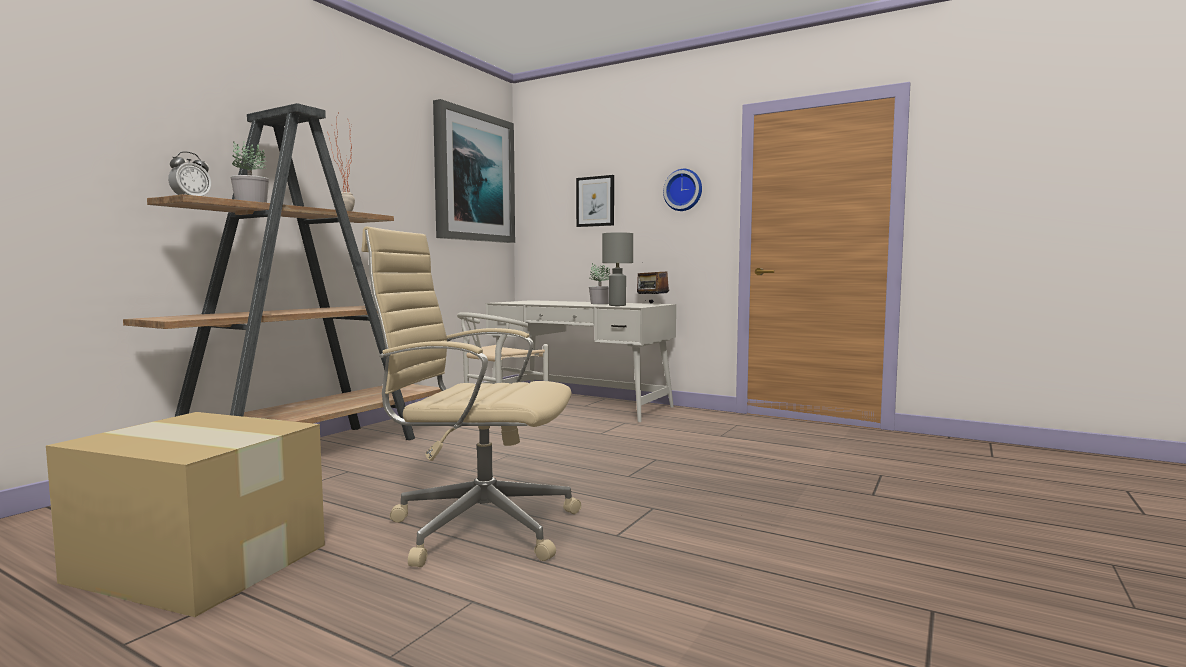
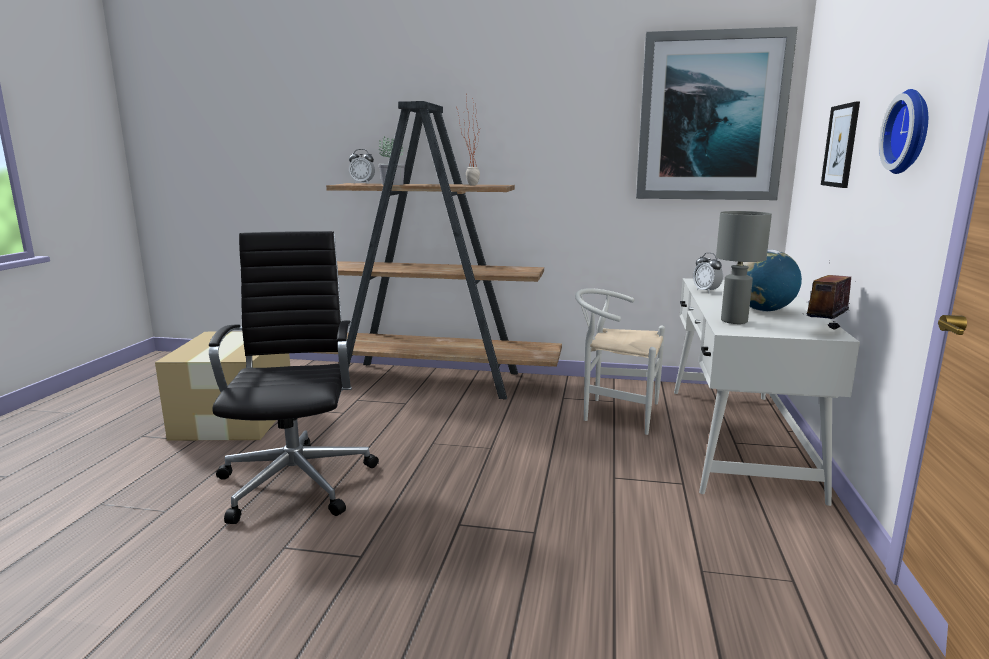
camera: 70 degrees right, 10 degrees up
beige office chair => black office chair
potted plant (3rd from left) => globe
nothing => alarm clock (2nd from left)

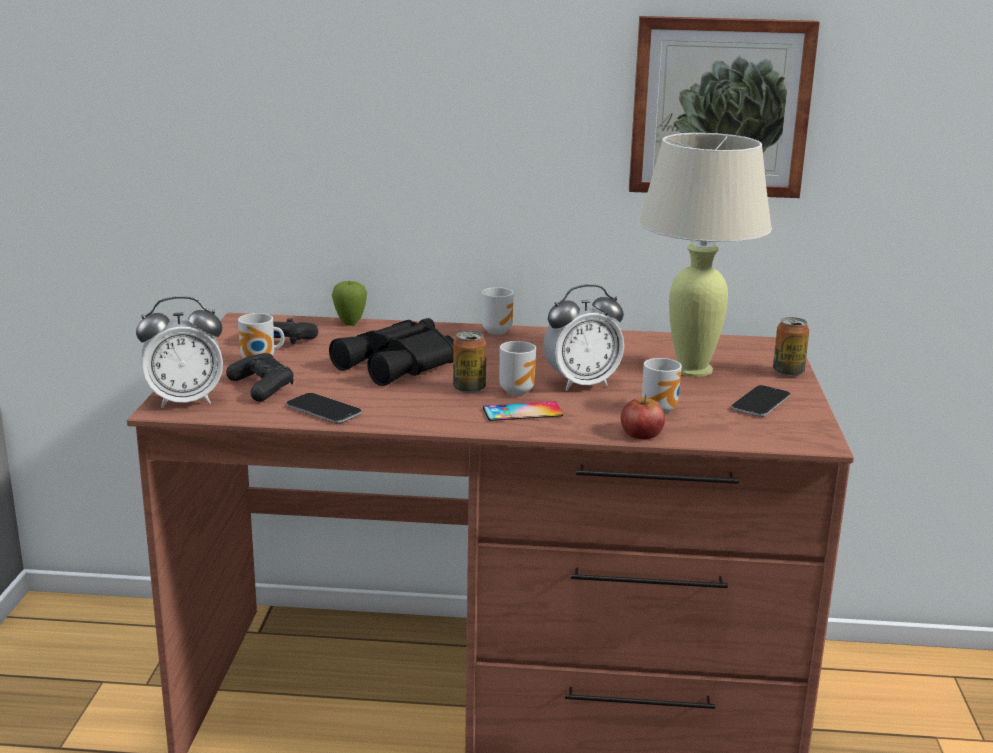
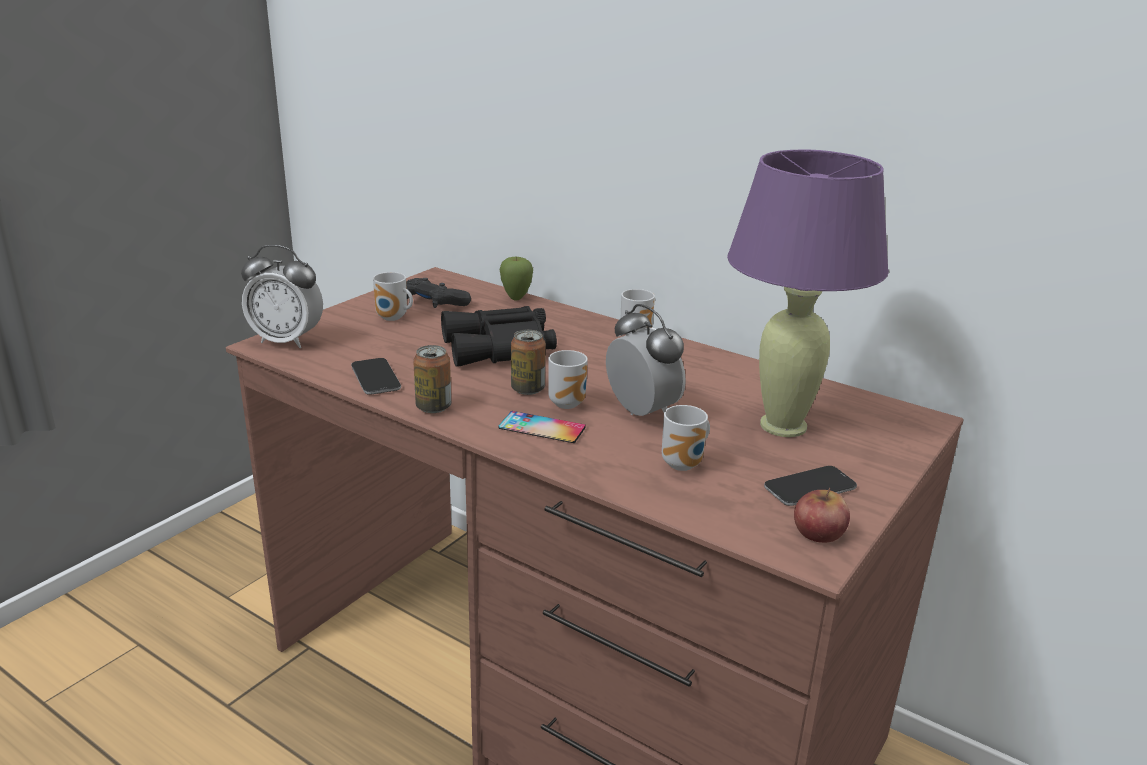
camera: 30 degrees right, 5 degrees up
black game controller (1st from left) => nothing
alarm clock (2nd from left), 135 degrees counterclockwise
apple (2nd from left), moved
picture => nothing
beige table lamp => purple table lamp
can (2nd from left in the first image) => can (1st from left), moved

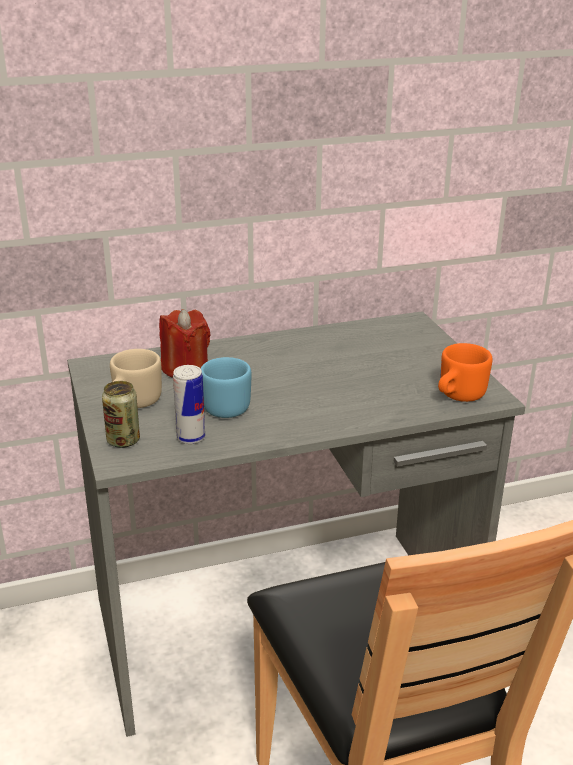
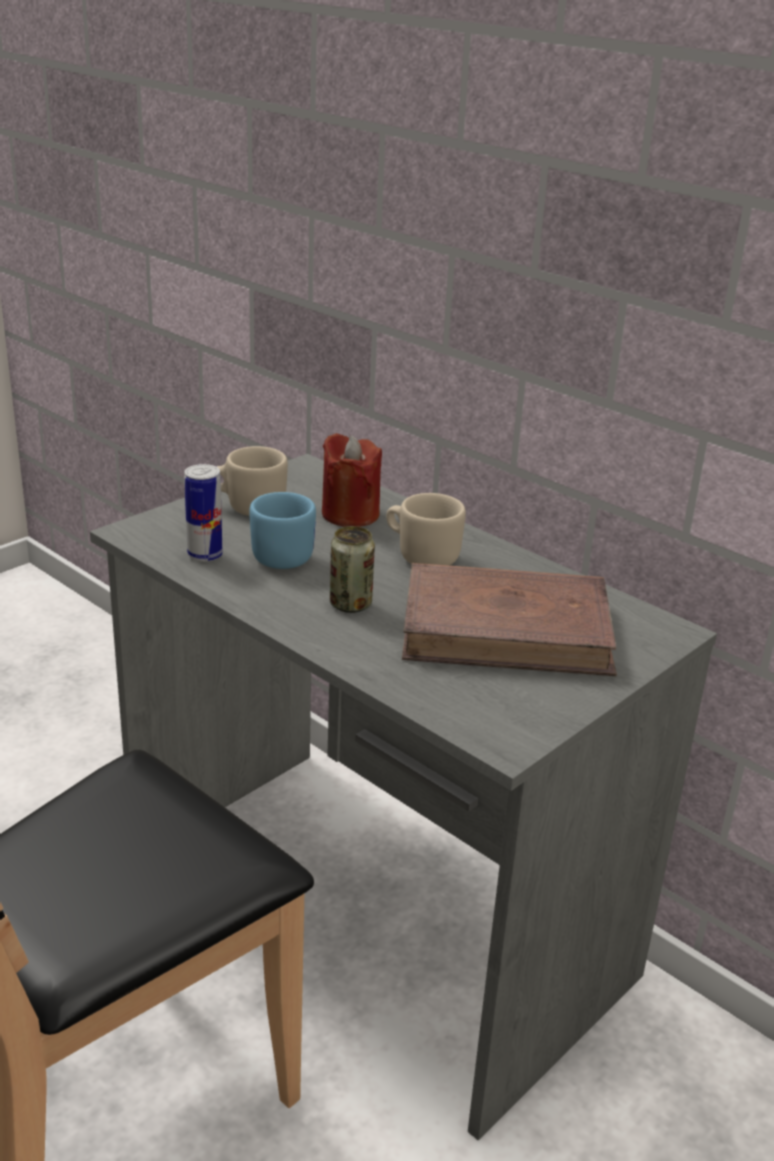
camera: 60 degrees right, 0 degrees up
can (1st from left in the first image) => can (2nd from left), moved
orange mug => nothing
nothing => beige mug (2nd from left)
nothing => brown book

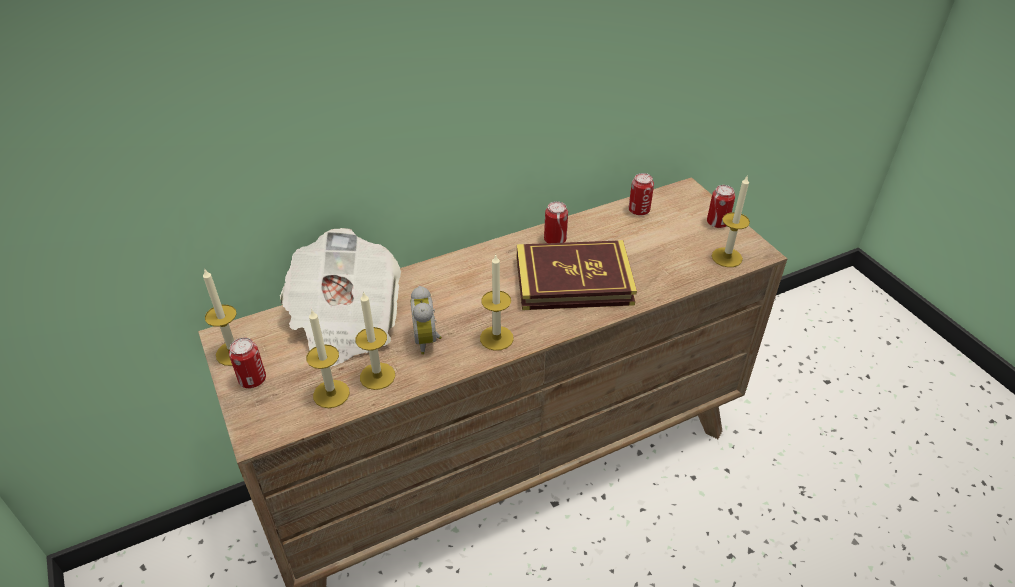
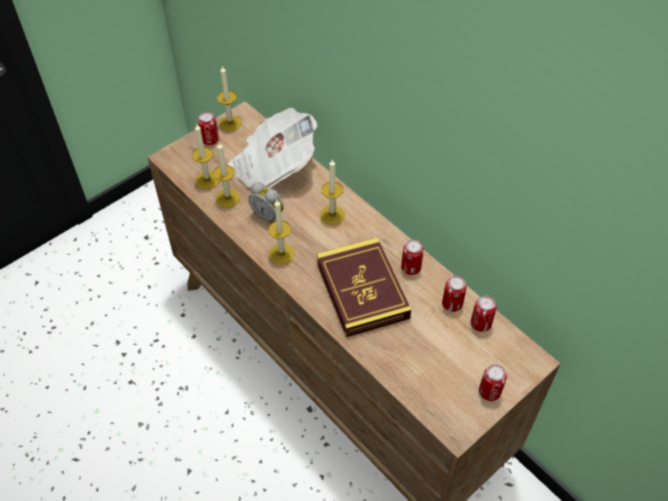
camera: 75 degrees right, 10 degrees up
alarm clock, 120 degrees counterclockwise
candle (5th from left), moved
nothing => can (3rd from left)

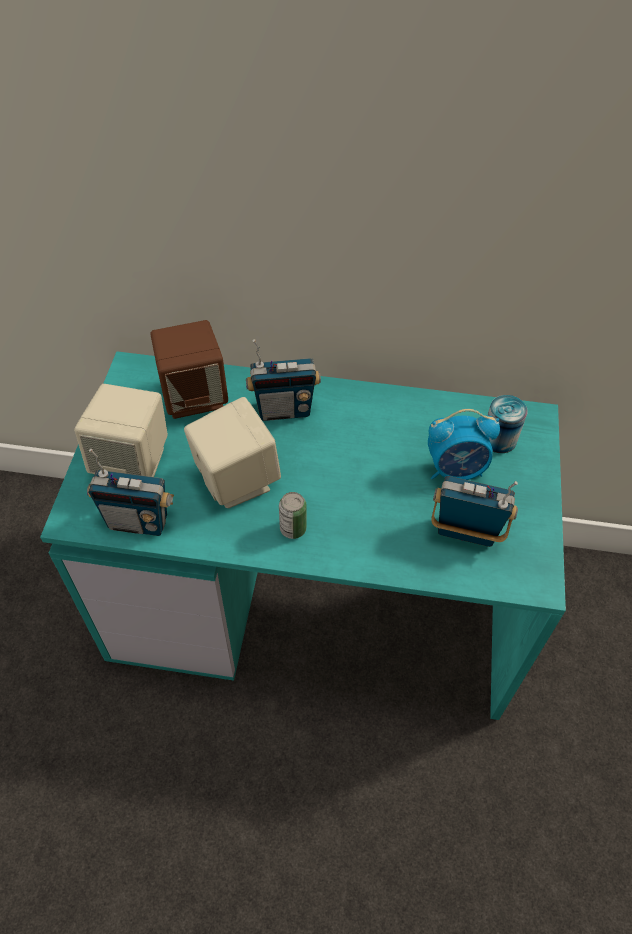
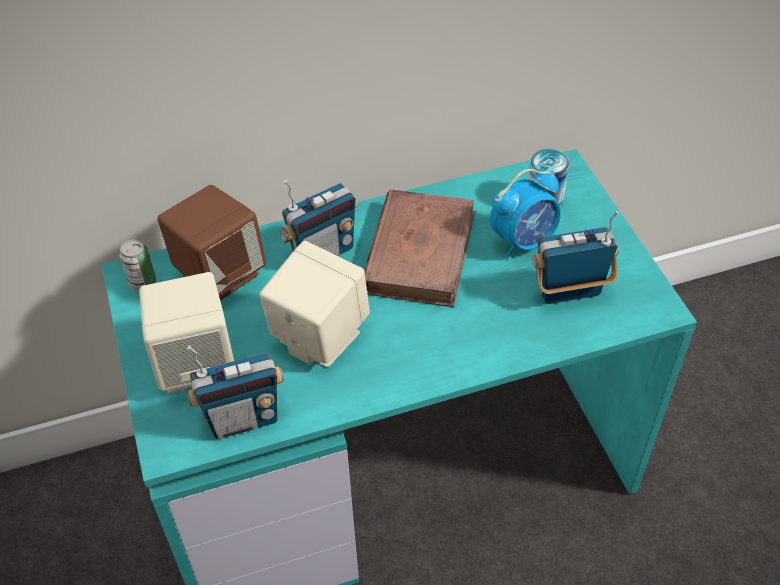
camera: 25 degrees left, 5 degrees down
can (1st from left), moved
nothing => brown book

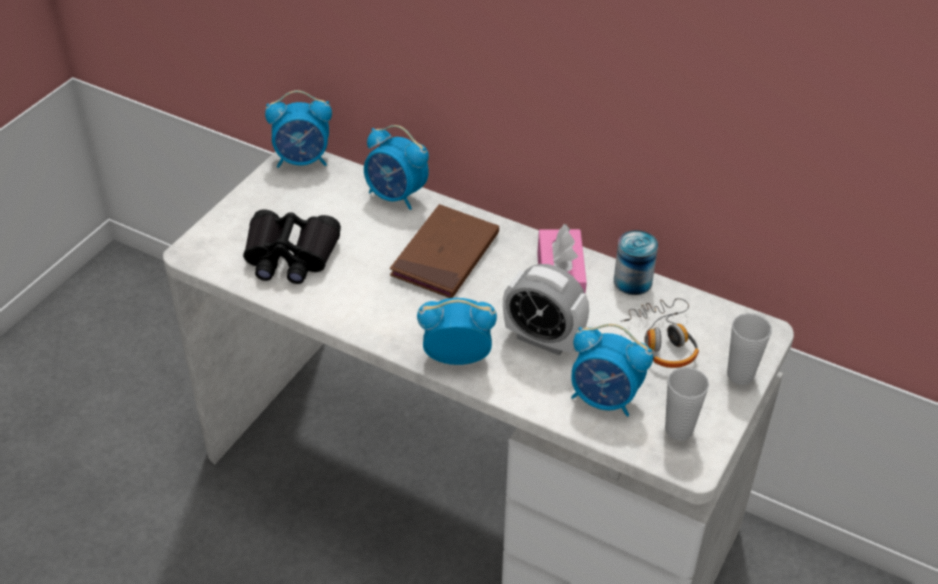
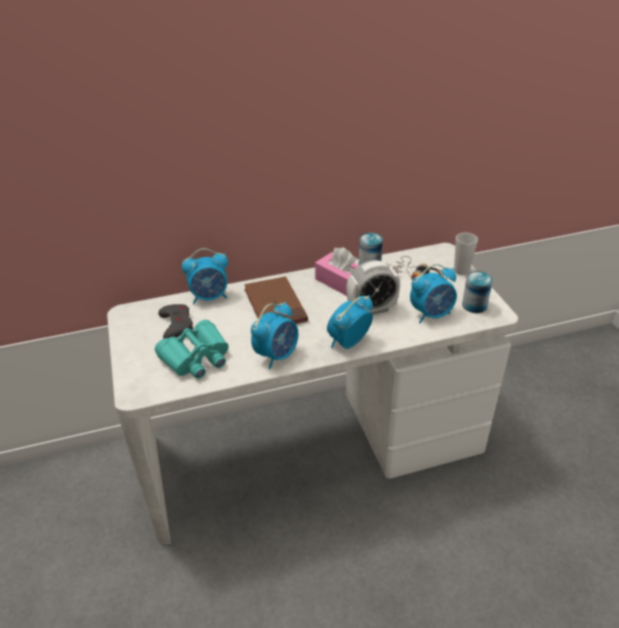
camera: 45 degrees left, 5 degrees down
black binoculars => turquoise binoculars
alarm clock (1st from left in the first image) => alarm clock (2nd from left), moved
cup (1st from left) => can (2nd from left)
nothing => grey game controller

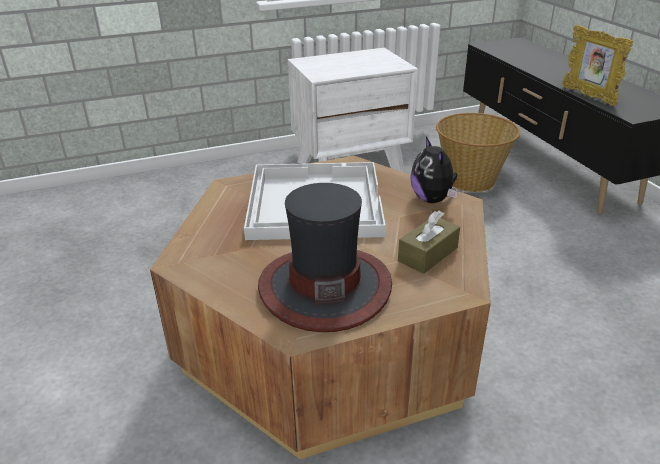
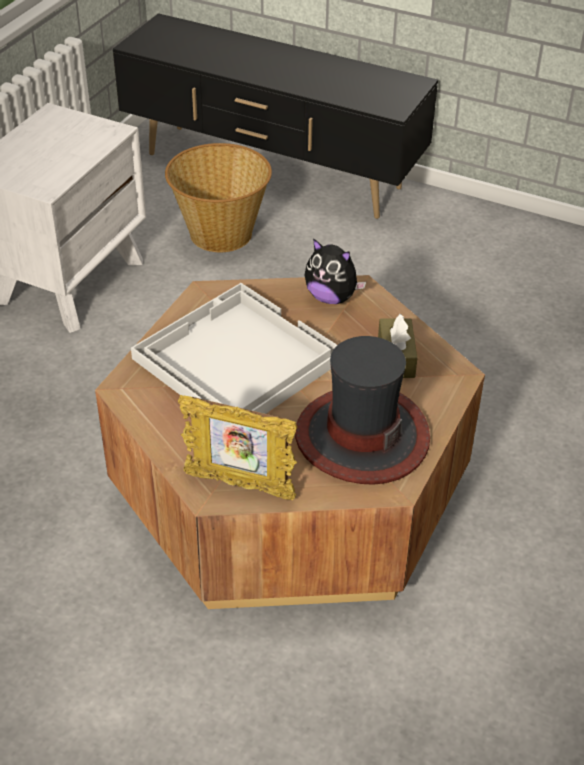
camera: 45 degrees left, 10 degrees up
picture frame, moved

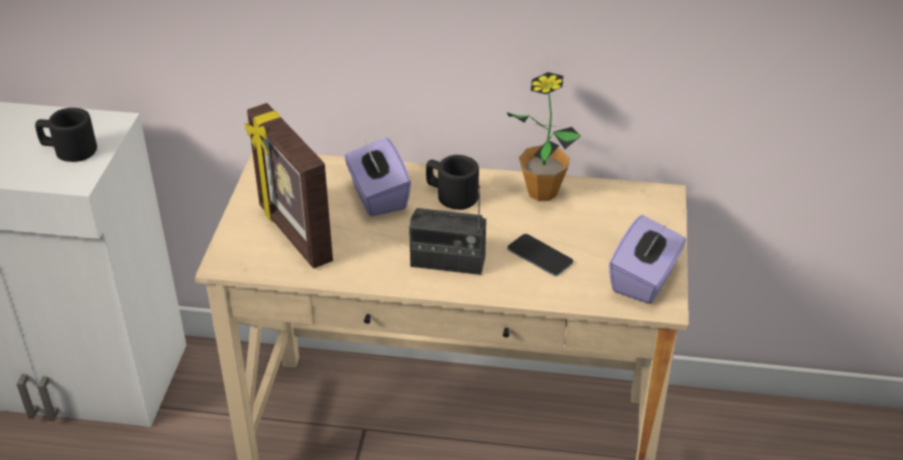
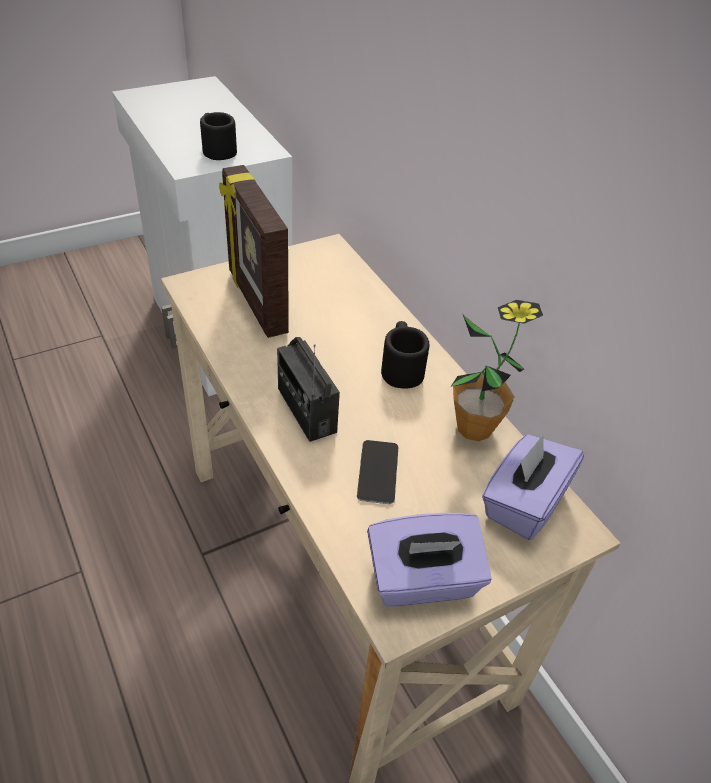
camera: 50 degrees right, 5 degrees up
picture frame, 45 degrees counterclockwise
purple tissue box (1st from left in the first image) => purple tissue box (2nd from left), moved

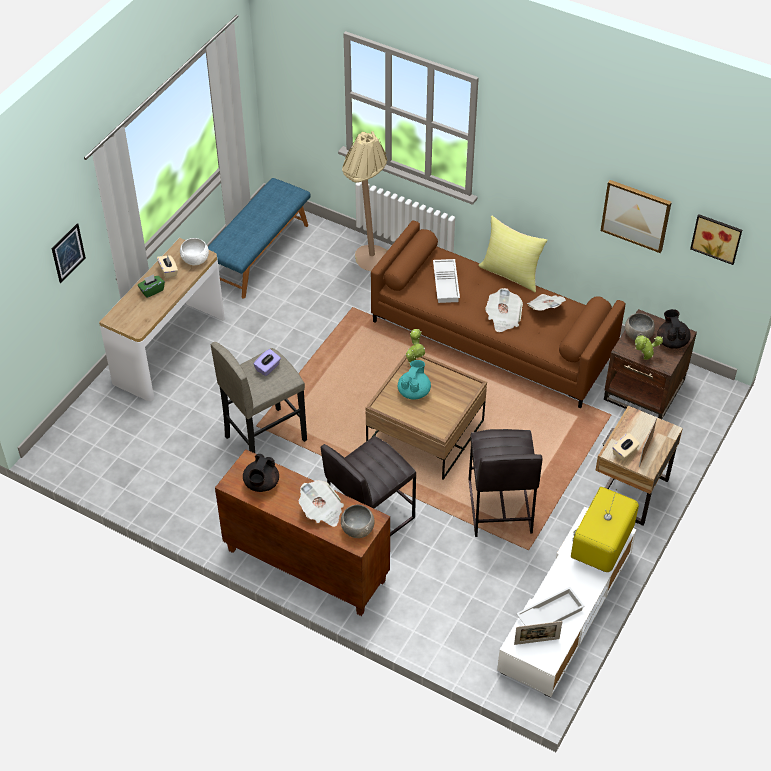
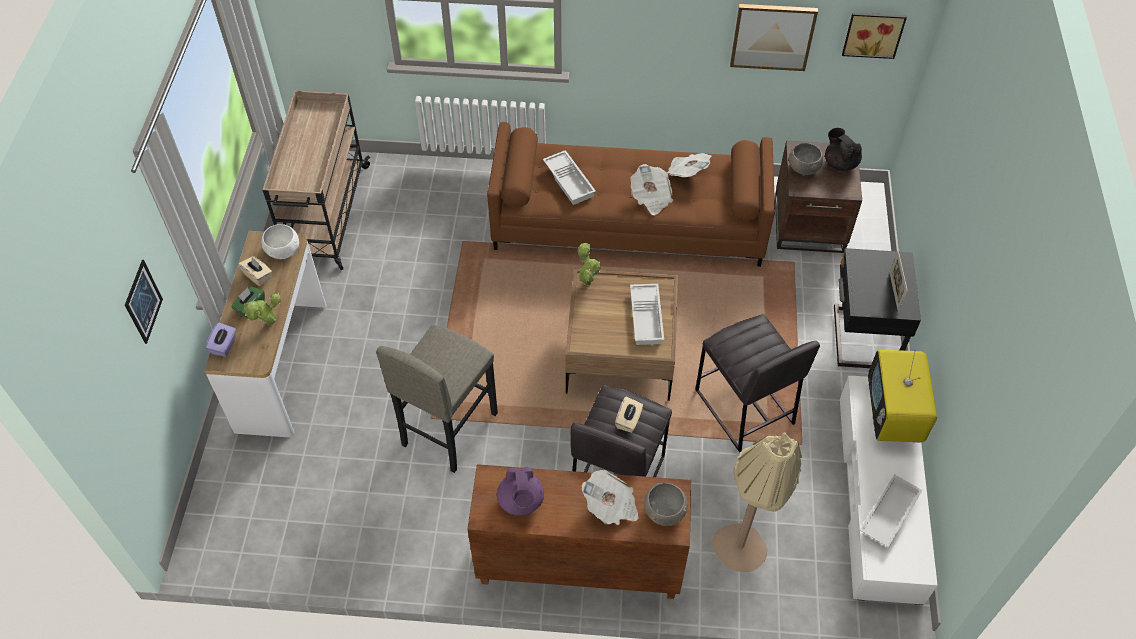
camera: 25 degrees left, 5 degrees up
blue bench => beige cart
black teapot (1st from left) => purple teapot
purple tissue box, moved
beige floor lamp, moved
turquoise teapot => nothing
yellow pillow => nothing
picture frame (1st from left) => nothing
beige nightstand => black nightstand
beige tissue box (2nd from left), moved
potted plant (2nd from left in the first image) => potted plant (1st from left), moved
nothing => white tray (2nd from left)

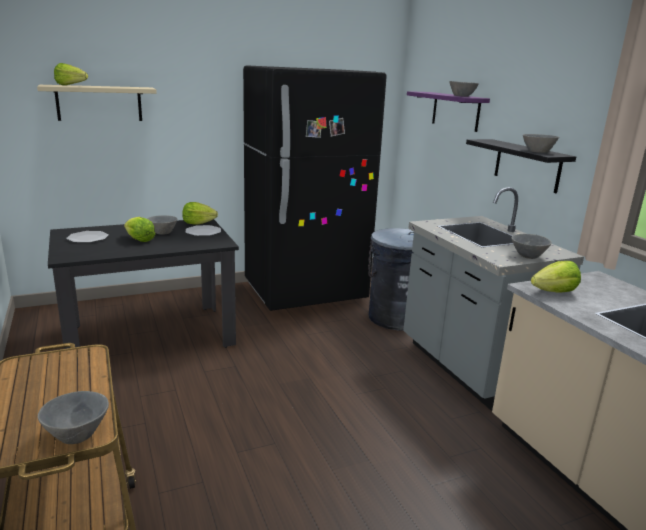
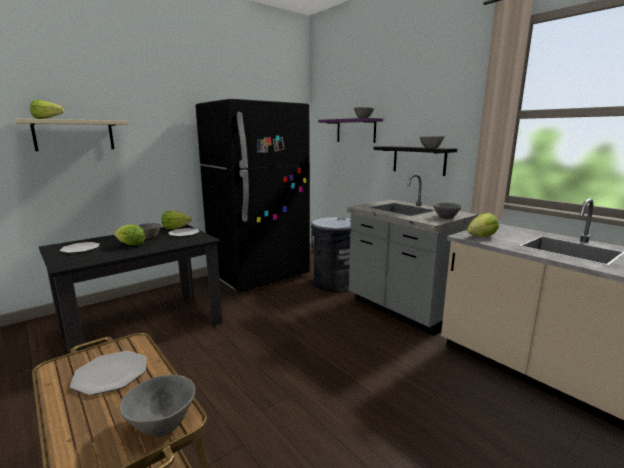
camera: 15 degrees left, 5 degrees down
nothing => plate (2nd from left)

